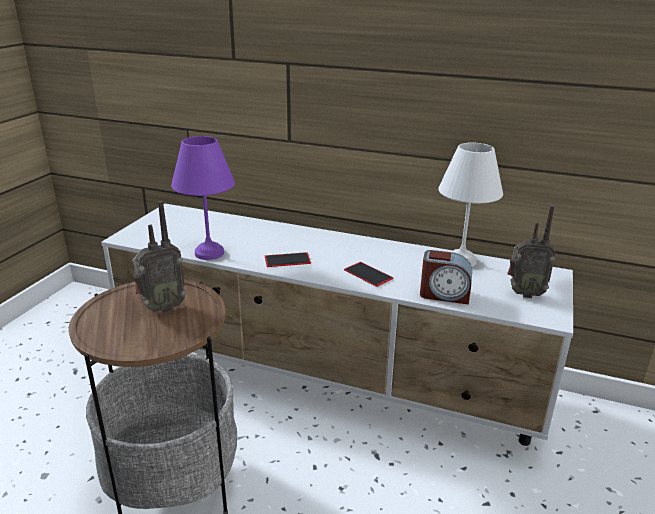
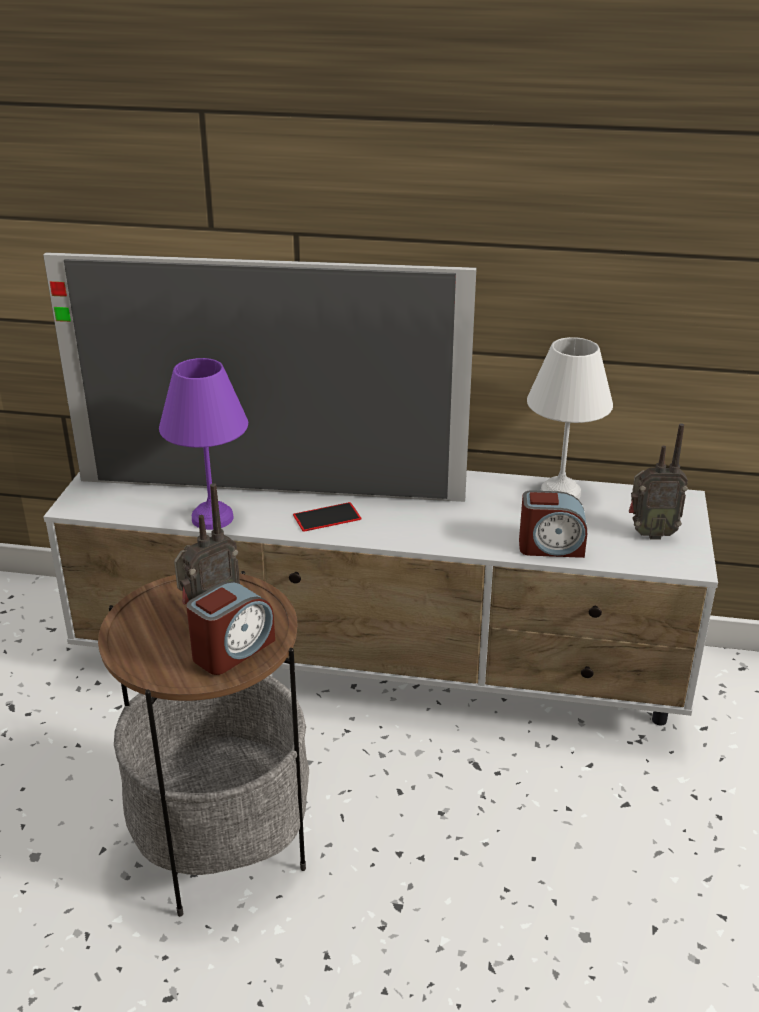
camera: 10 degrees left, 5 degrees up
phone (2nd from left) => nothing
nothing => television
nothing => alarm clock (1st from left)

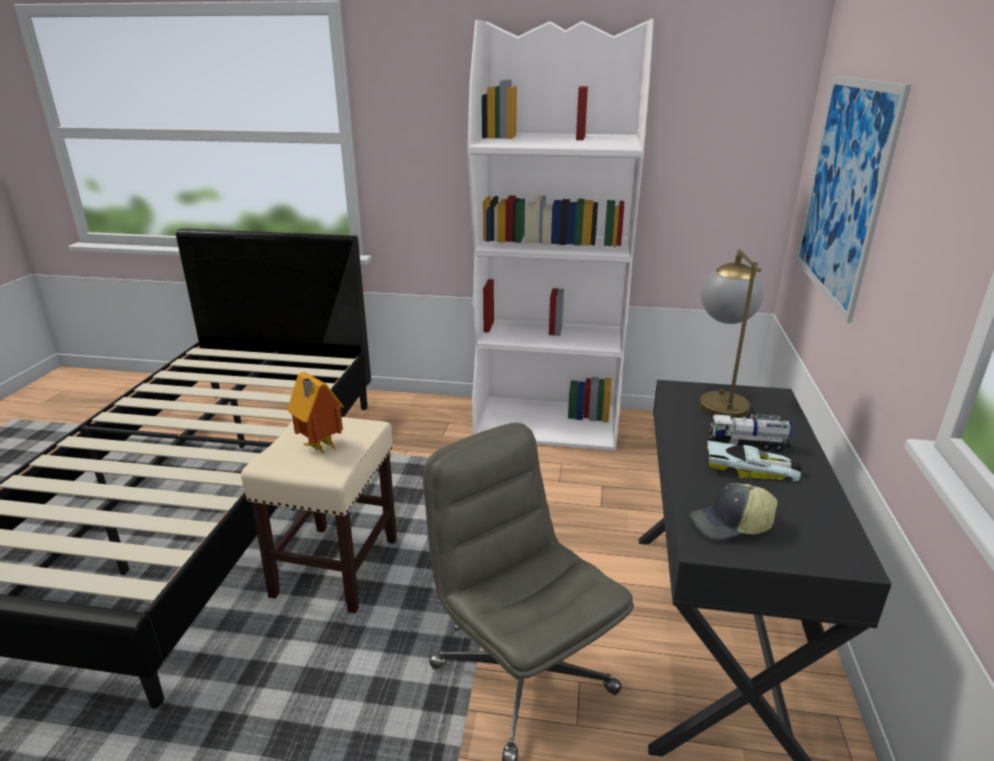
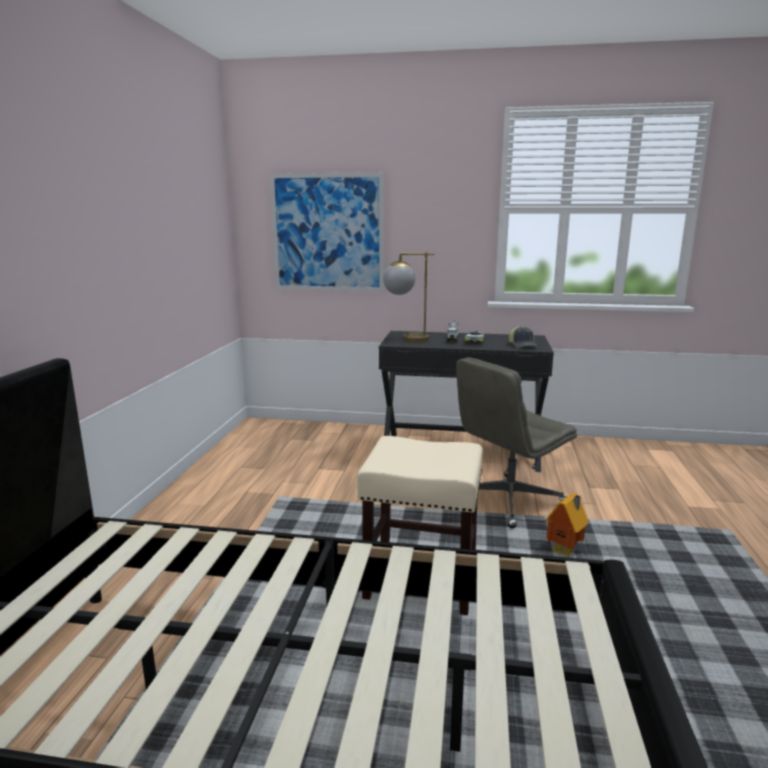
camera: 90 degrees left, 10 degrees down
toy house, moved
white bookcase => nothing

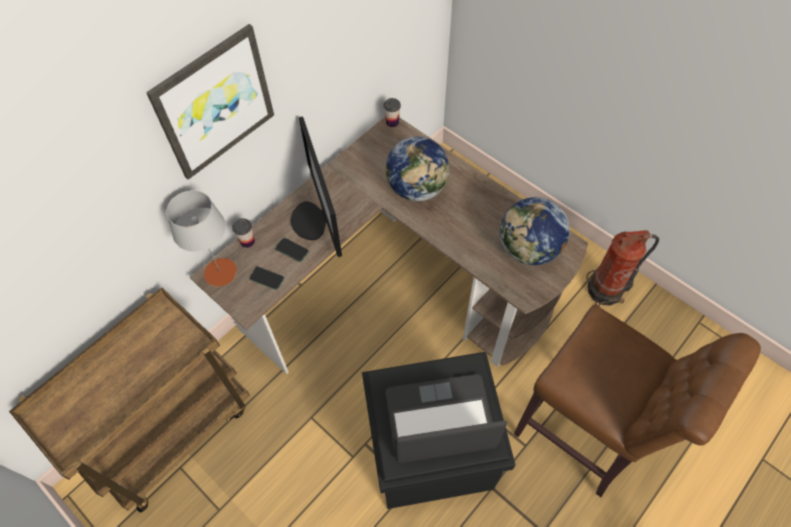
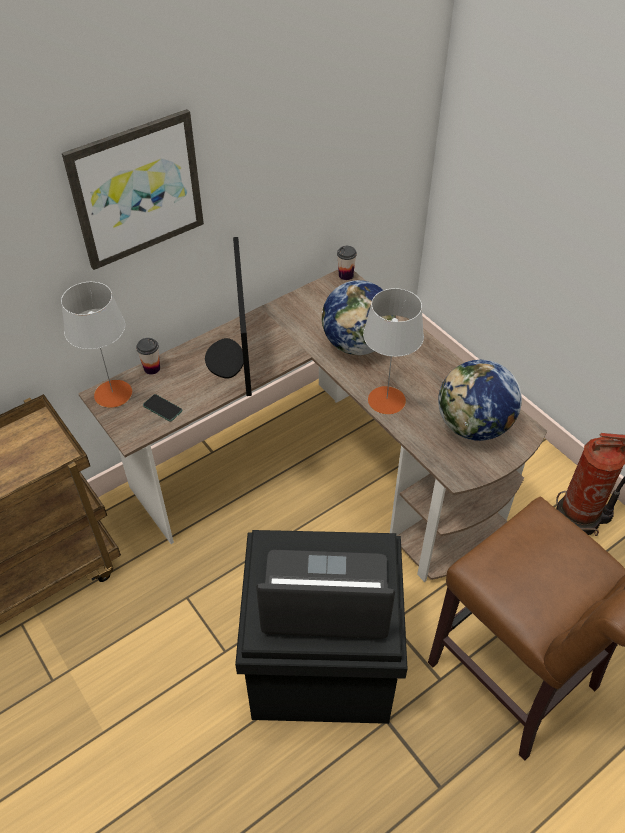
camera: 10 degrees right, 10 degrees down
phone (2nd from left) => nothing
nothing => grey table lamp (2nd from left)

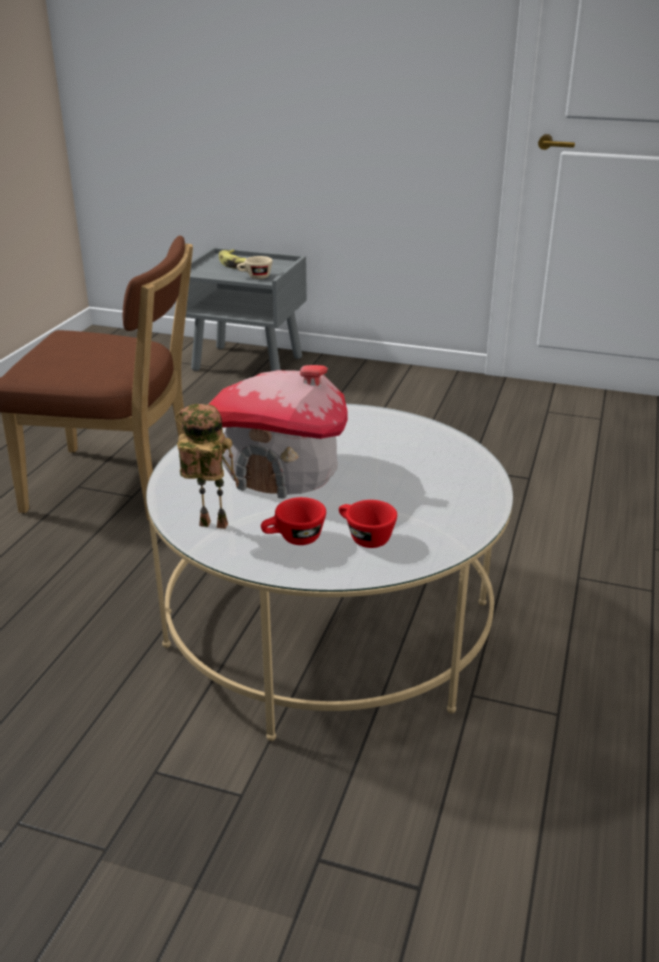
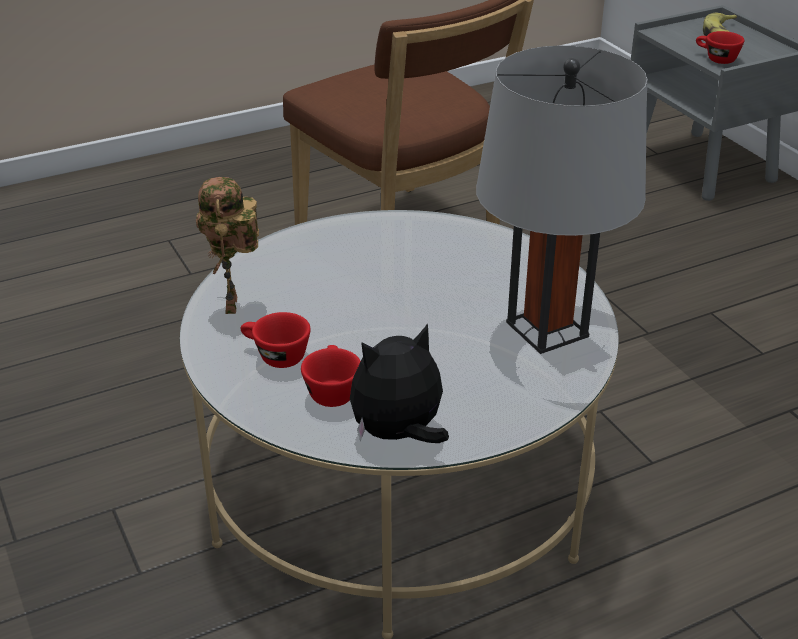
camera: 45 degrees right, 5 degrees up
toy robot, 150 degrees counterclockwise
toy house => nothing
beige cup => red cup (3rd from left)
nothing => plush toy
nothing => grey table lamp

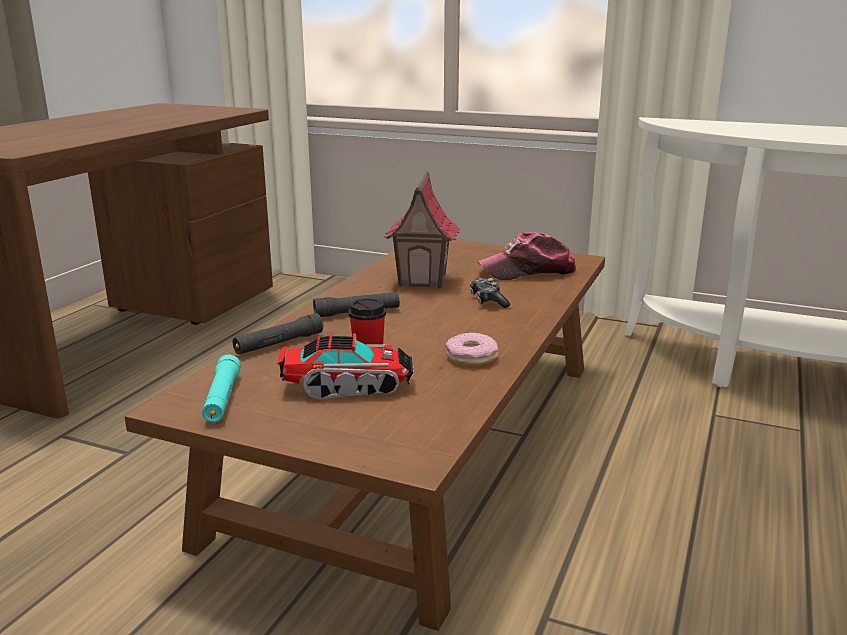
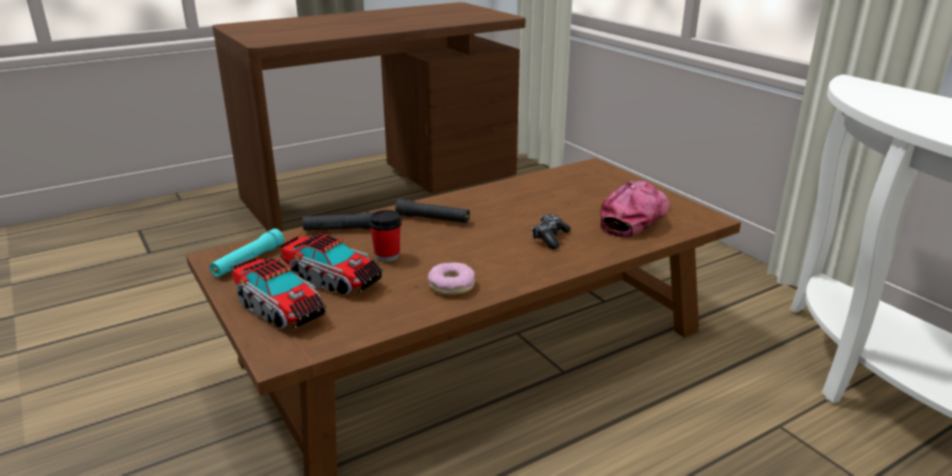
camera: 35 degrees right, 5 degrees up
toy house => nothing
cap, 105 degrees clockwise
nothing => toy truck (1st from left)

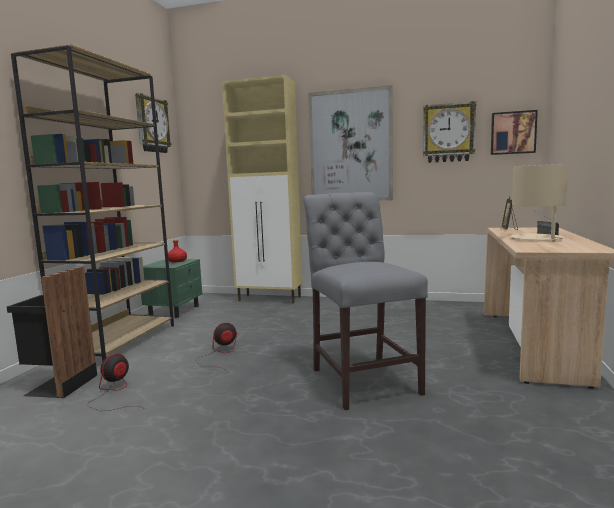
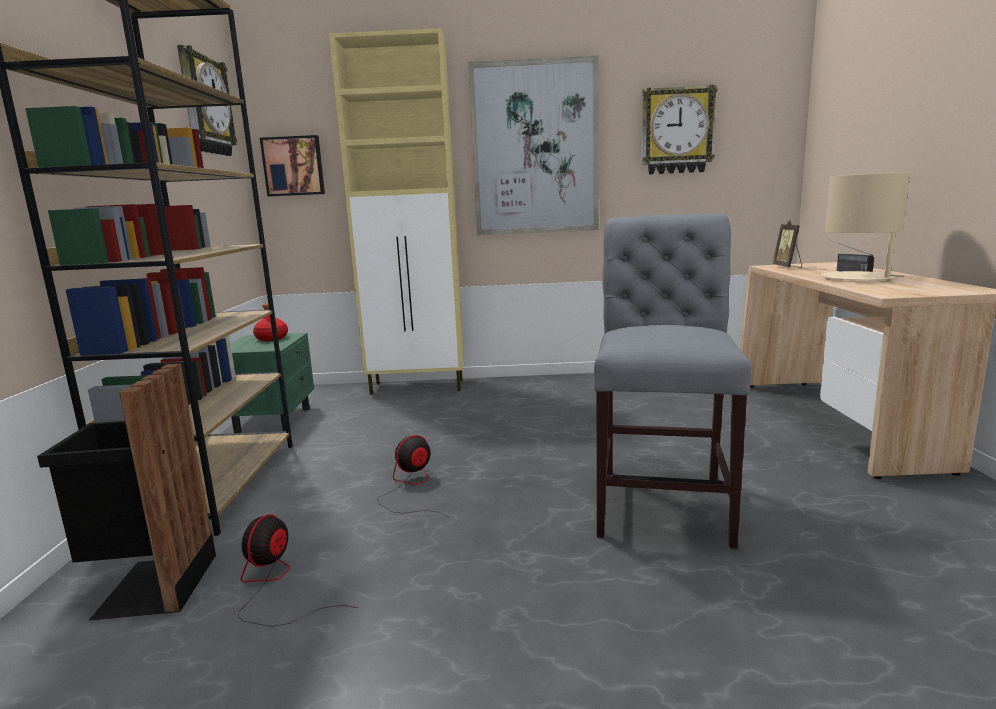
camera: 15 degrees left, 5 degrees up
grey chair, 45 degrees clockwise
picture (2nd from left in the first image) => picture (1st from left), moved

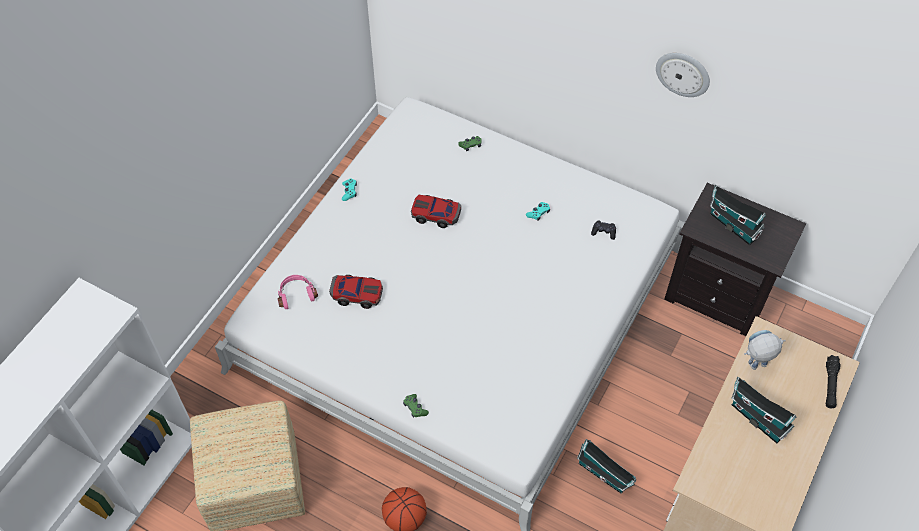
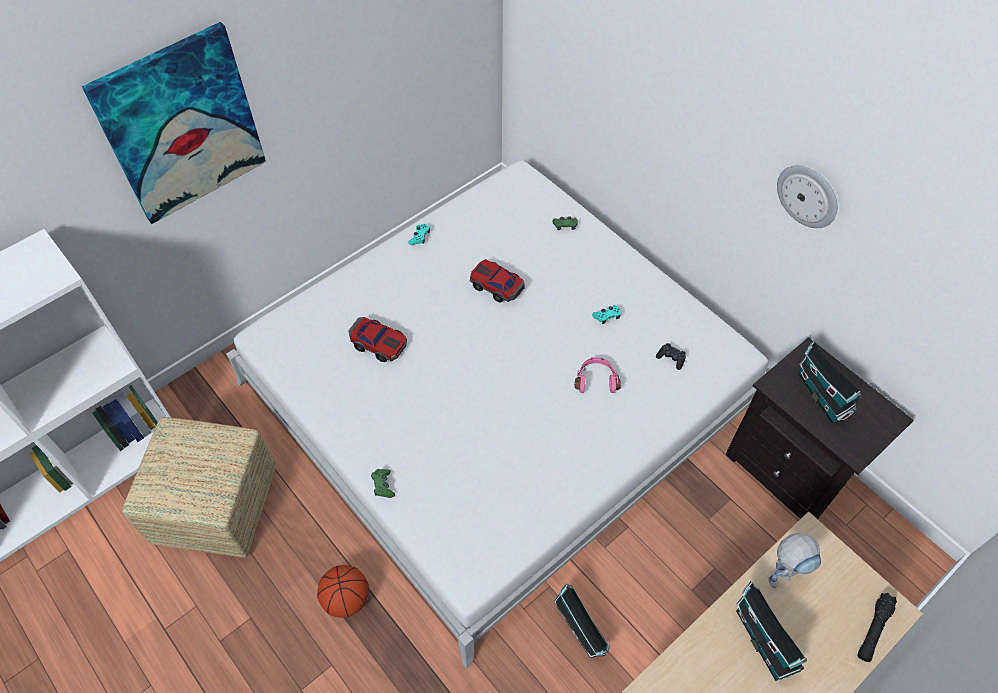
camera: 20 degrees right, 0 degrees up
pink headphones, moved
toy robot, 150 degrees clockwise
nothing => picture

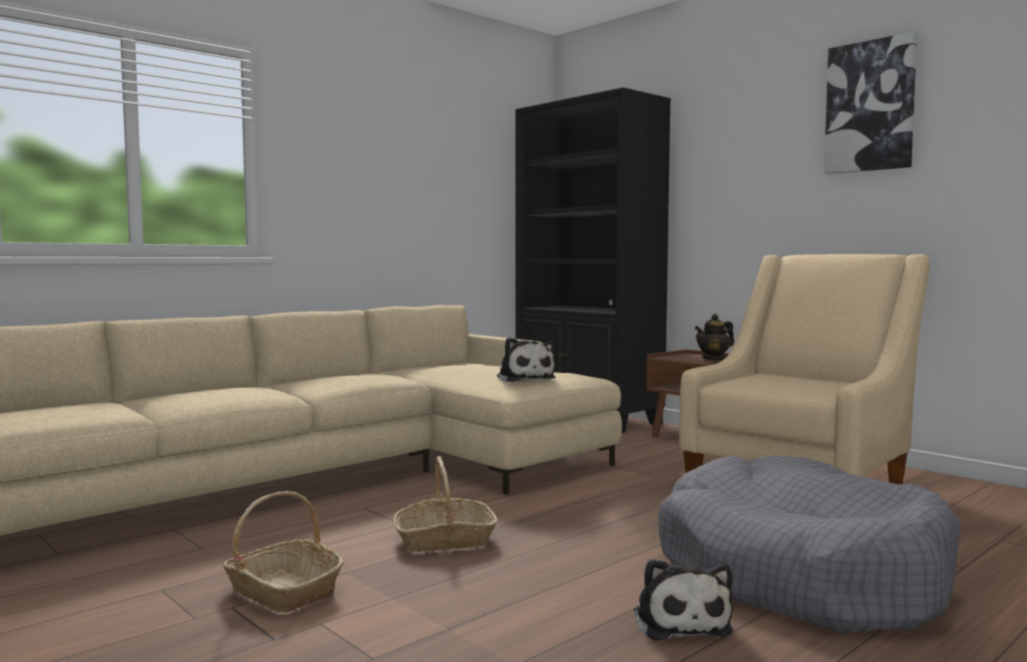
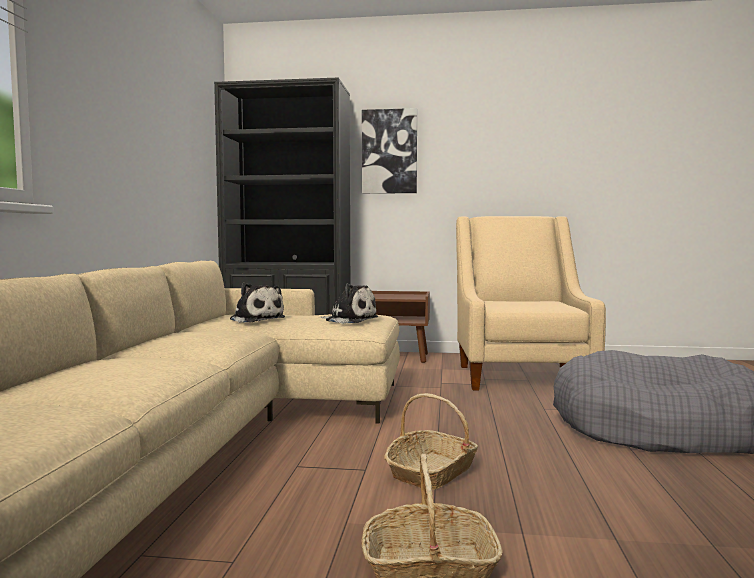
camera: 40 degrees left, 0 degrees up
plush toy (2nd from left in the first image) => plush toy (1st from left), moved
teapot => nothing
picture, moved

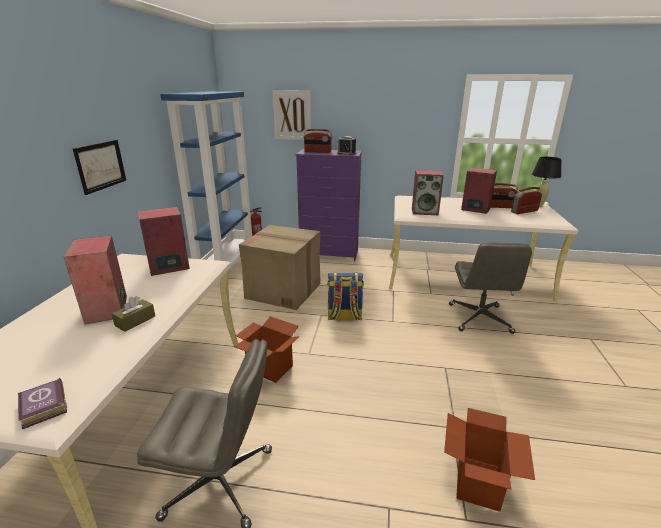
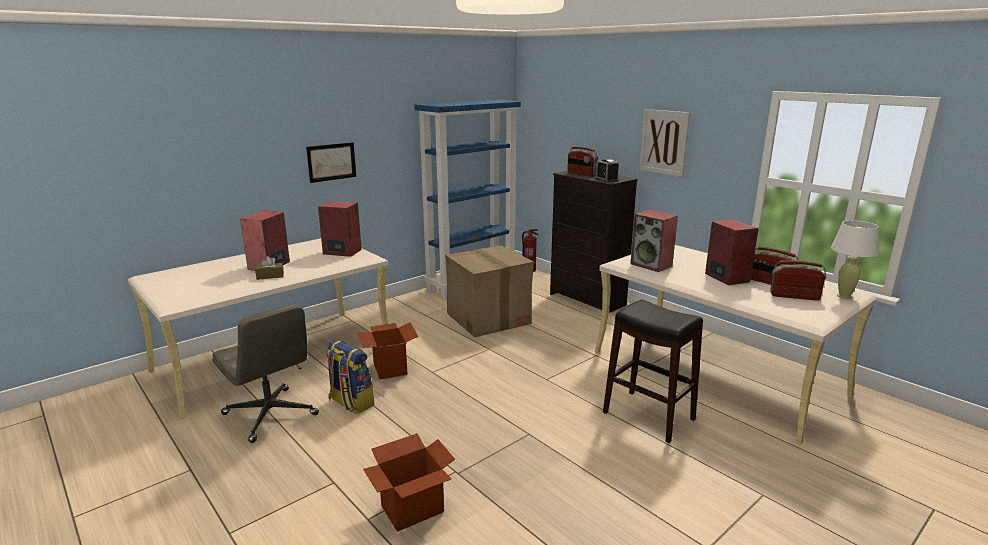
camera: 40 degrees right, 5 degrees down
book => nothing
picture (2nd from left), moved
purple dresser => black dresser
backpack, moved
grey office chair (2nd from left) => black stool
black table lamp => white table lamp

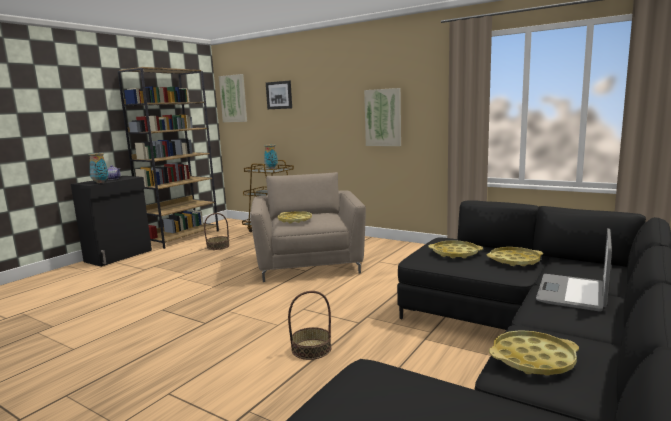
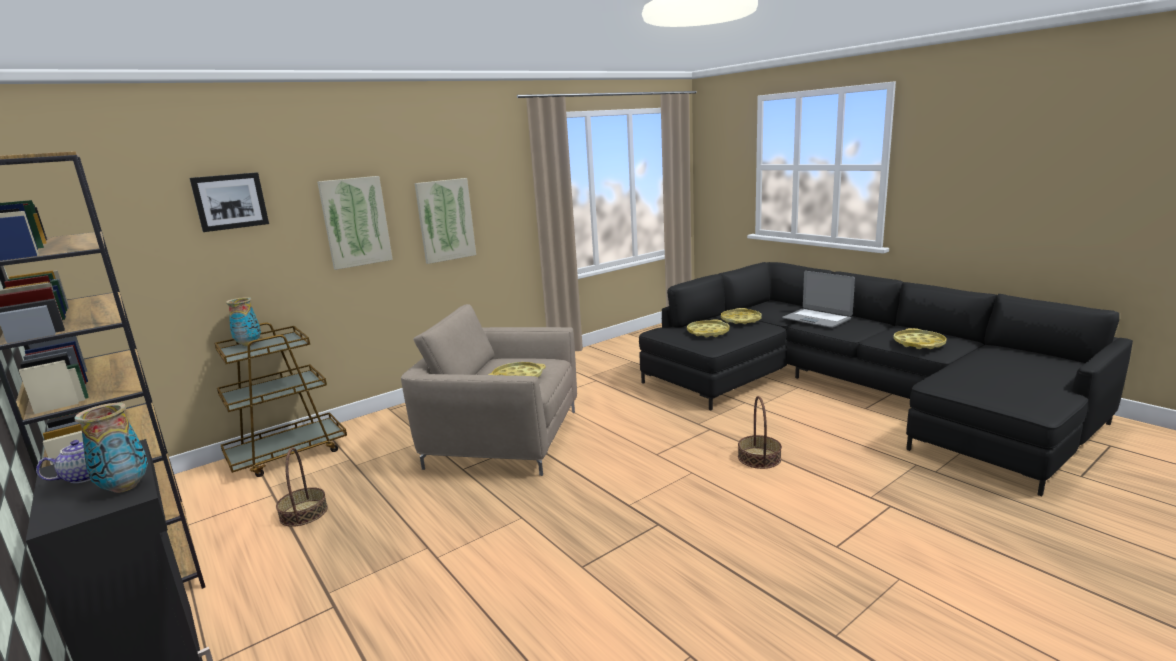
camera: 70 degrees left, 5 degrees up
picture (1st from left in the first image) => picture (2nd from left), moved

